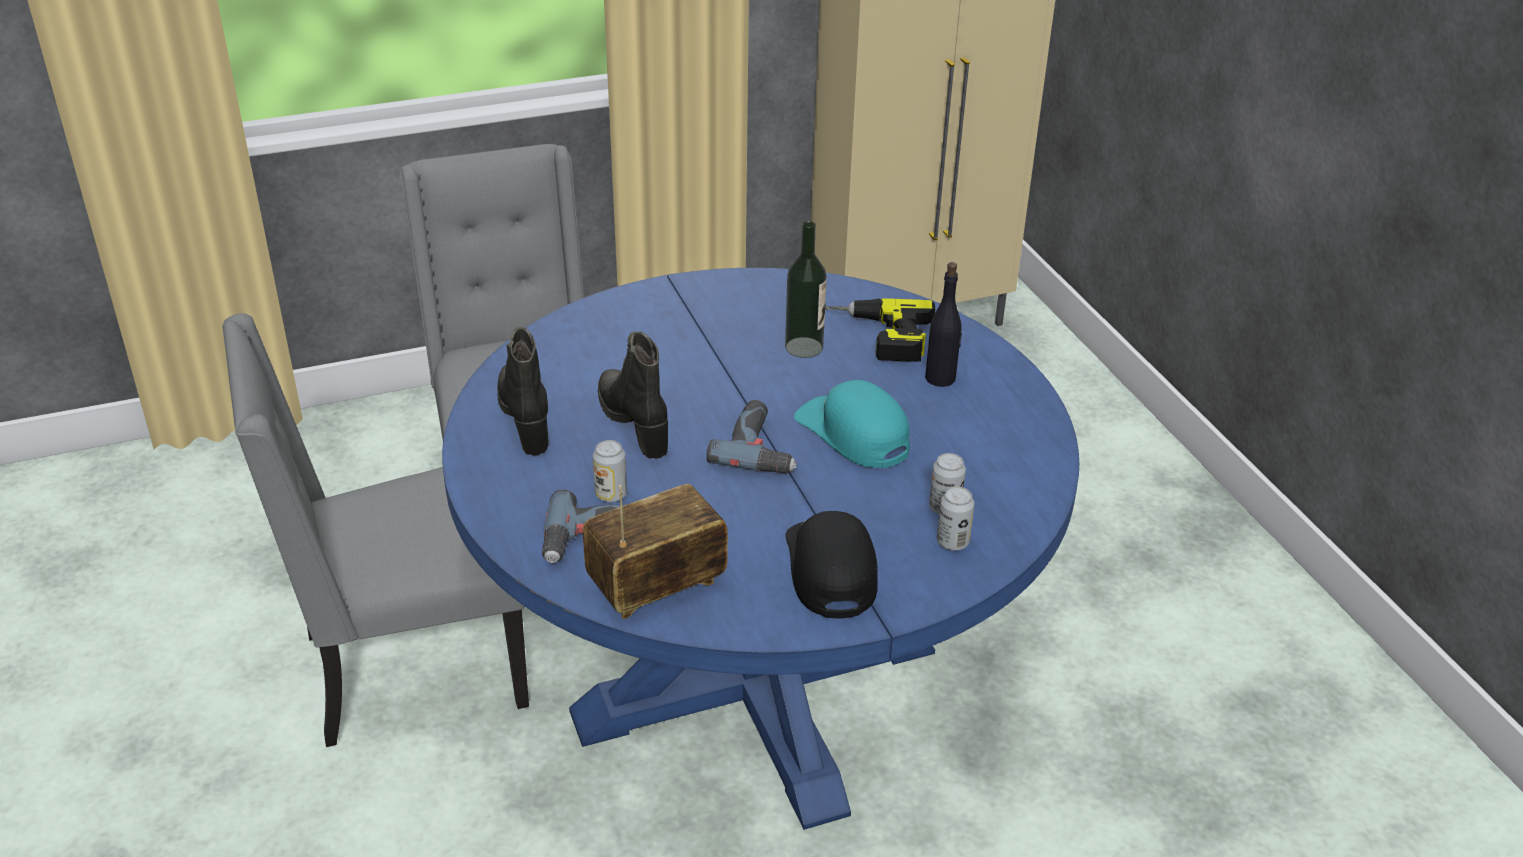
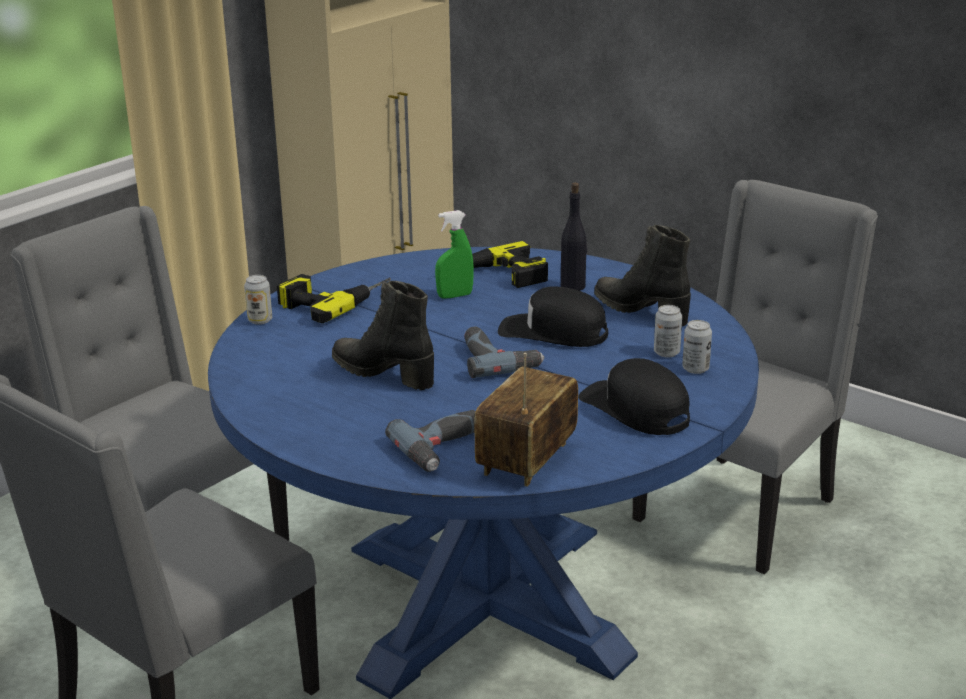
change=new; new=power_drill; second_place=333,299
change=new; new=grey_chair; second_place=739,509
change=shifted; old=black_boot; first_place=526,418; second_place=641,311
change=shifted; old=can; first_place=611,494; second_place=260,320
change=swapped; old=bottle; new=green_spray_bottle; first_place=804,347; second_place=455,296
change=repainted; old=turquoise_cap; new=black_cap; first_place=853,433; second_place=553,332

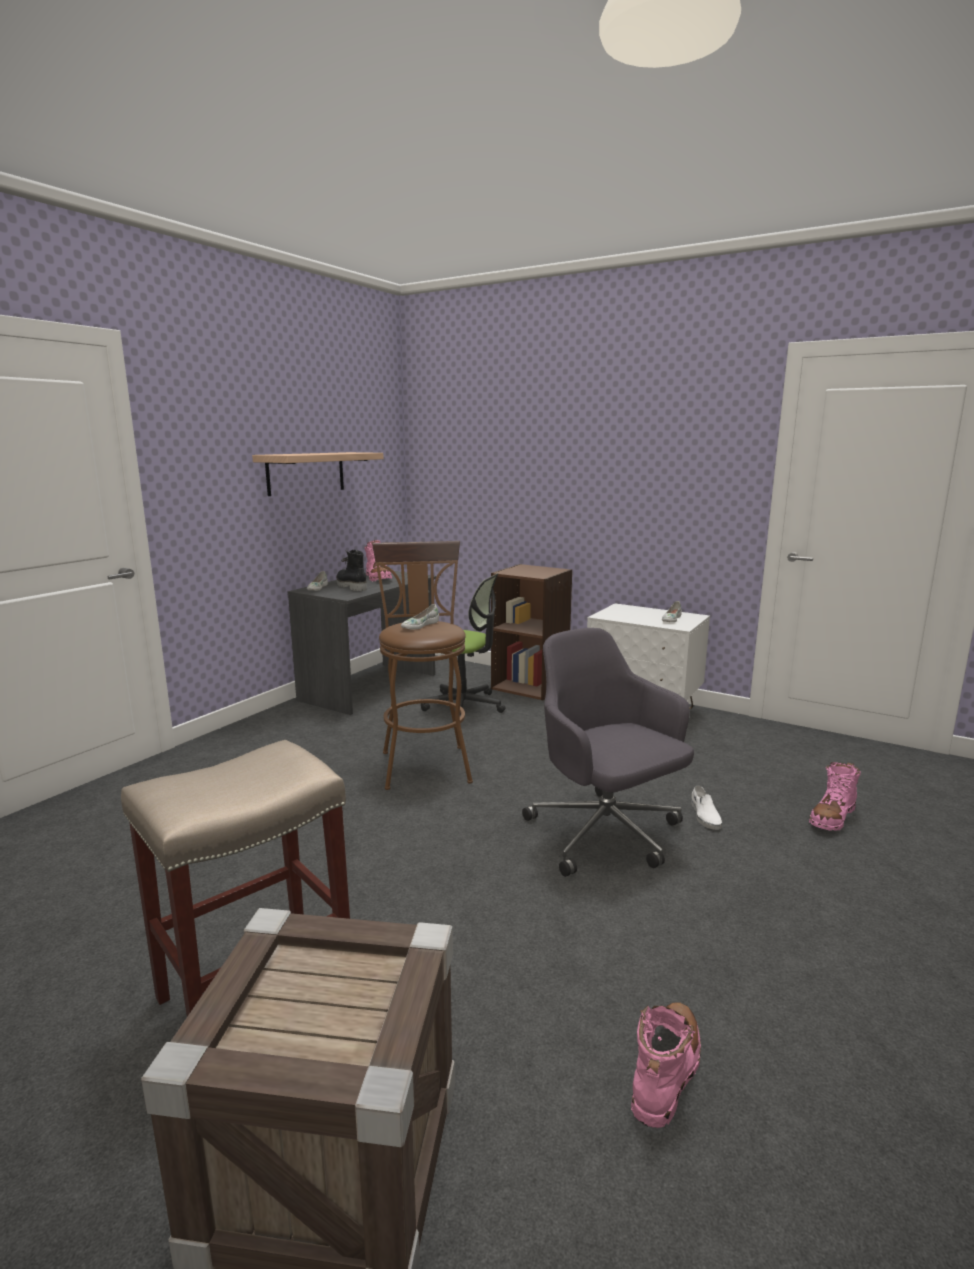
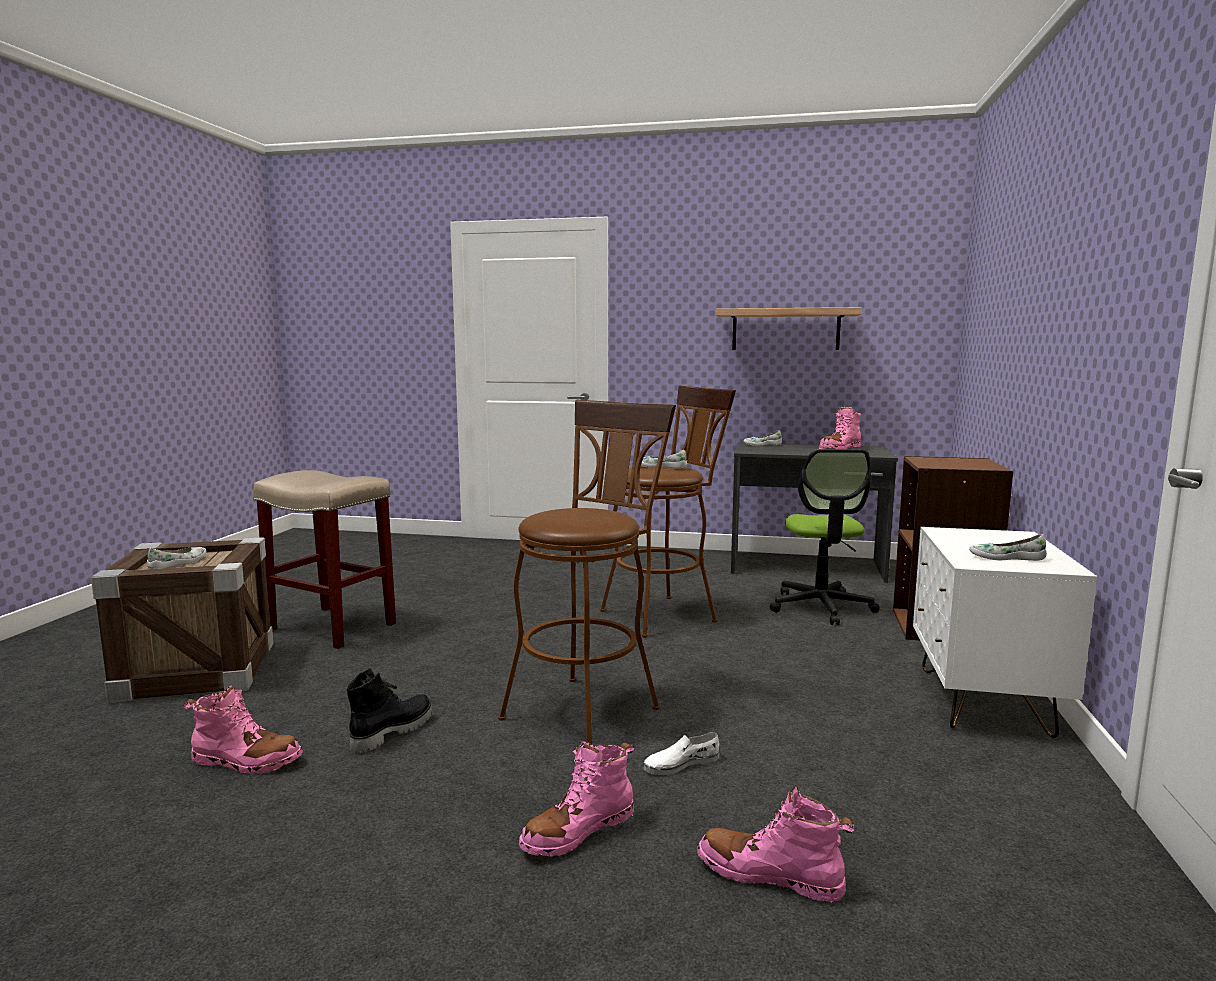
change=new; new=white_shoe; second_place=179,563
change=new; new=pink_boot; second_place=578,831
change=shifted; old=black_boot; first_place=350,586; second_place=391,731
change=swapped; old=grey_office_chair; new=brown_stool; first_place=606,834; second_place=588,708

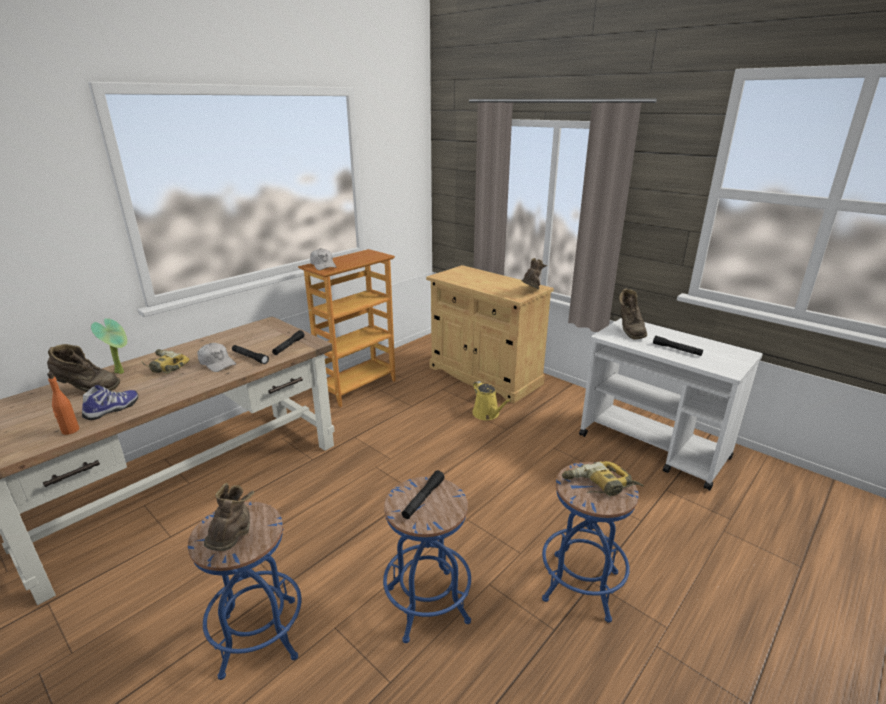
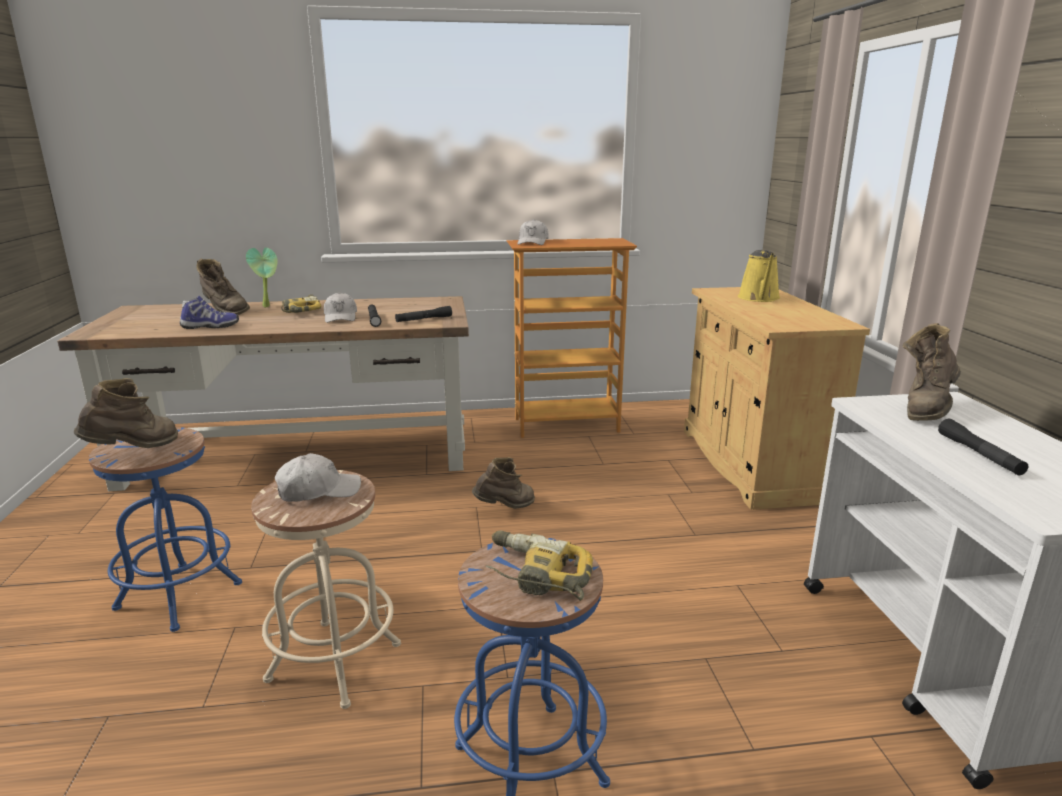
change=gone; old=orange_bottle; first_place=70,430
change=shifted; old=yellow_watering_can; first_place=487,414; second_place=759,298
change=shifted; old=brown_boot; first_place=531,291; second_place=505,508
change=swapped; old=black_flashlight; new=white_cap; first_place=423,499; second_place=318,491
change=repainted; old=blue_stool; new=beige_stool; first_place=427,604; second_place=334,662

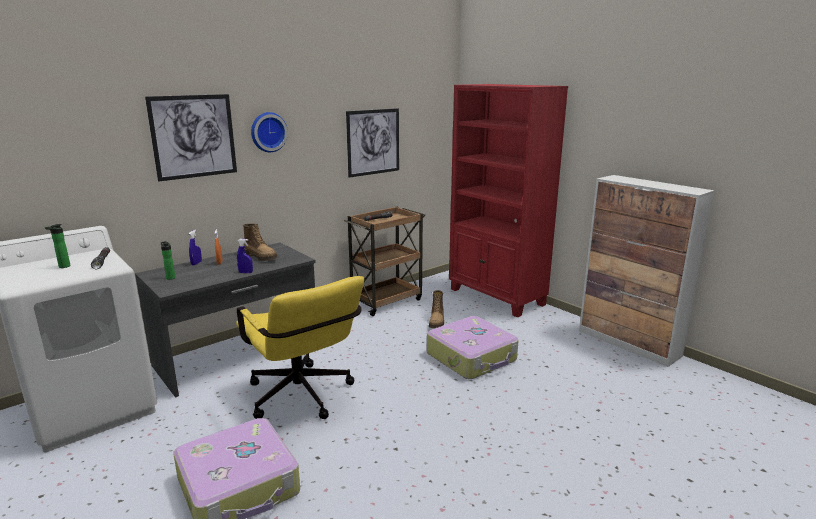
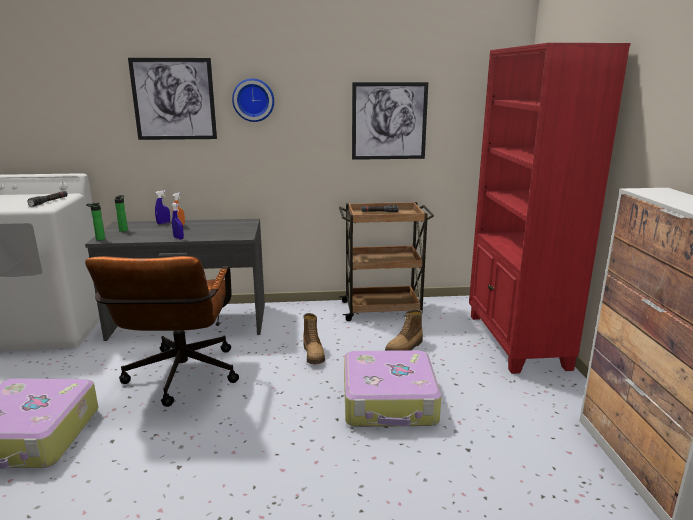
change=shifted; old=bottle; first_place=62,267; second_place=99,239
change=shifted; old=boot; first_place=261,257; second_place=314,354
change=repainted; old=yellow_office_chair; new=brown_office_chair; first_place=303,398; second_place=180,379

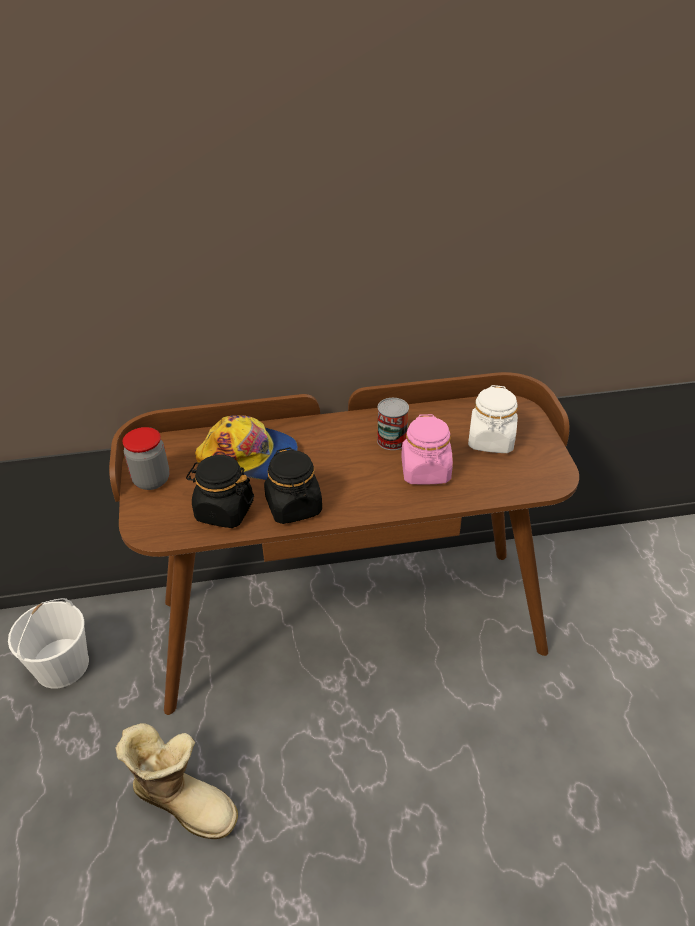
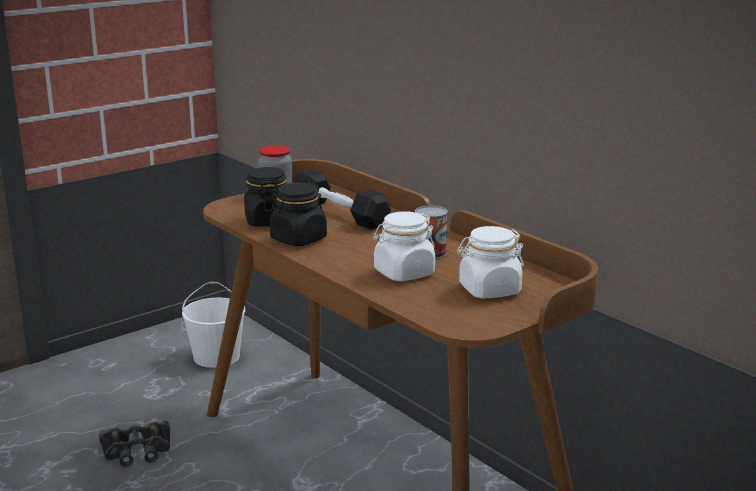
change=swapped; old=boot; new=black_binoculars; first_place=184,799; second_place=137,450
change=swapped; old=cap; new=black_dumbbell; first_place=249,456; second_place=340,213
change=repainted; old=pink_jar; new=white_jar; first_place=425,471; second_place=404,273

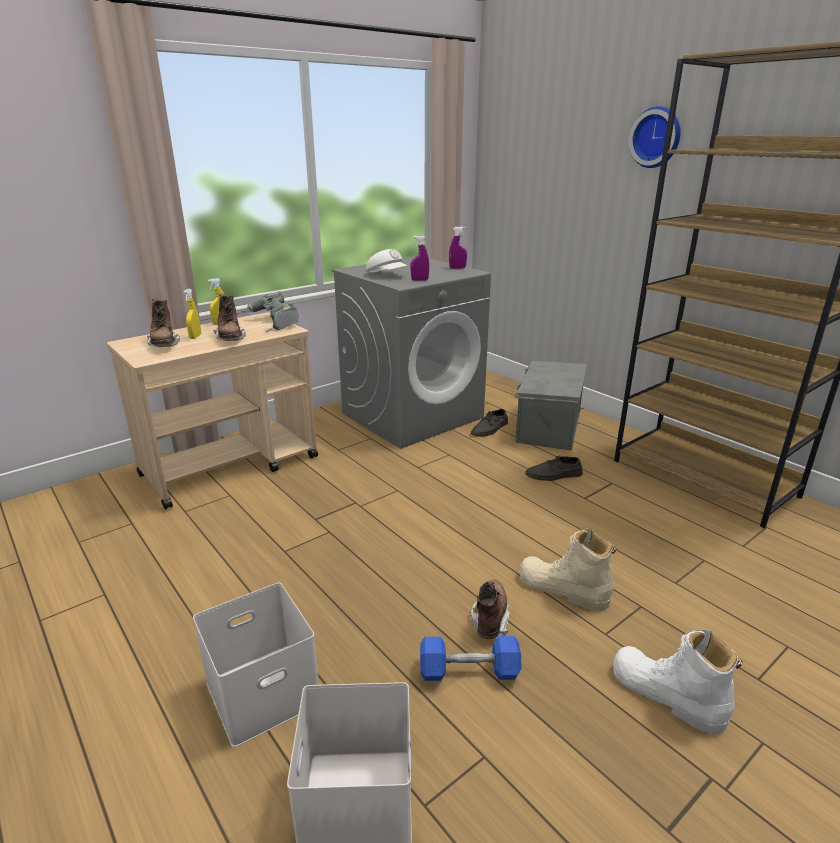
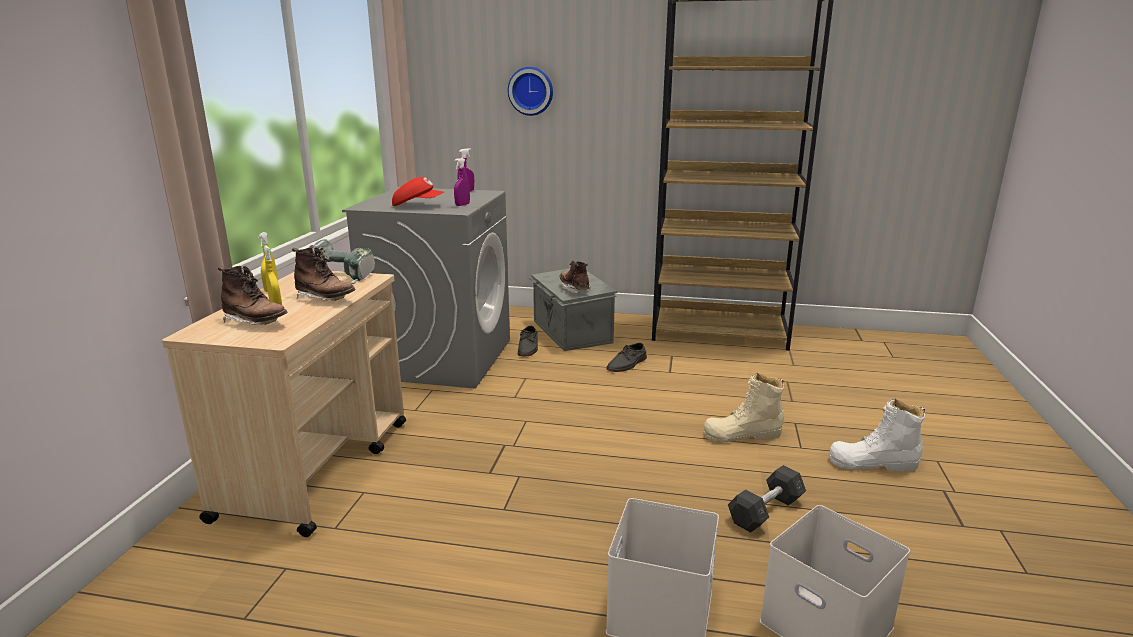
change=shifted; old=brown_boot; first_place=490,619; second_place=574,289
change=shifted; old=wall_clock; first_place=657,137; second_place=531,91
change=repainted; old=white_cap; new=red_cap; first_place=387,275; second_place=417,205
change=repainted; old=blue_dumbbell; new=grey_dumbbell; first_place=469,671; second_place=765,511

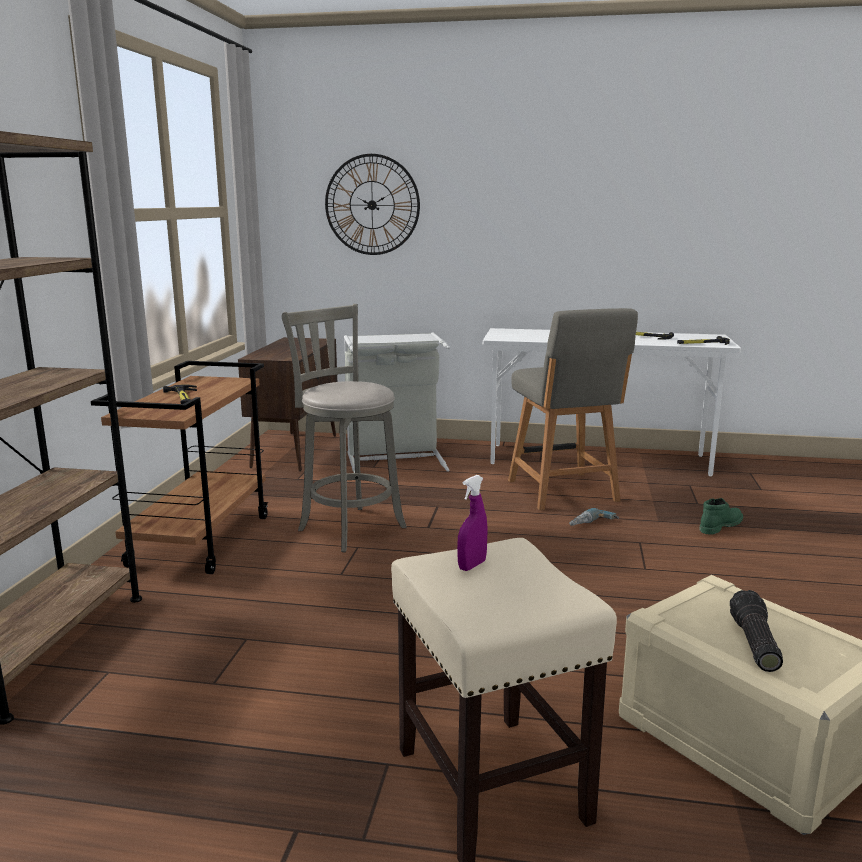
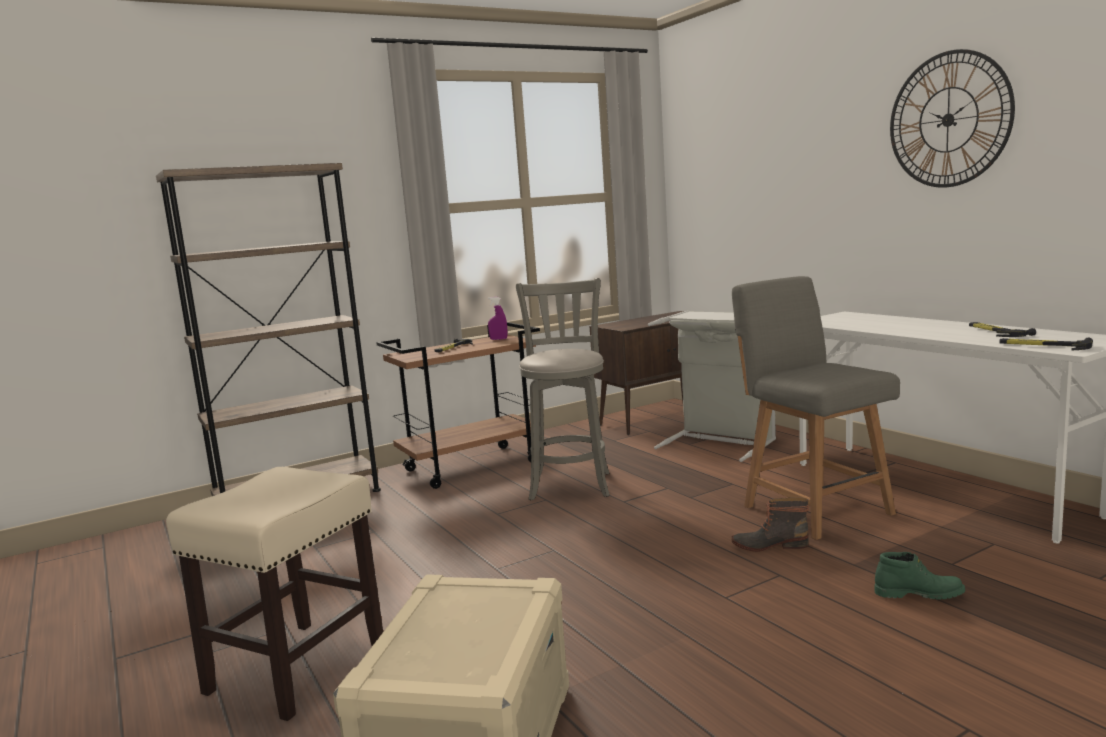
change=gone; old=flashlight; first_place=752,643
change=shifted; old=wall_clock; first_place=372,205; second_place=948,120
change=shifted; old=purple_spray_bottle; first_place=472,565; second_place=498,339
change=swapped; old=power_drill; new=boot; first_place=593,525; second_place=769,545
change=rotated; old=grey_chair; first_place=564,492; second_place=813,508; degrees=120

